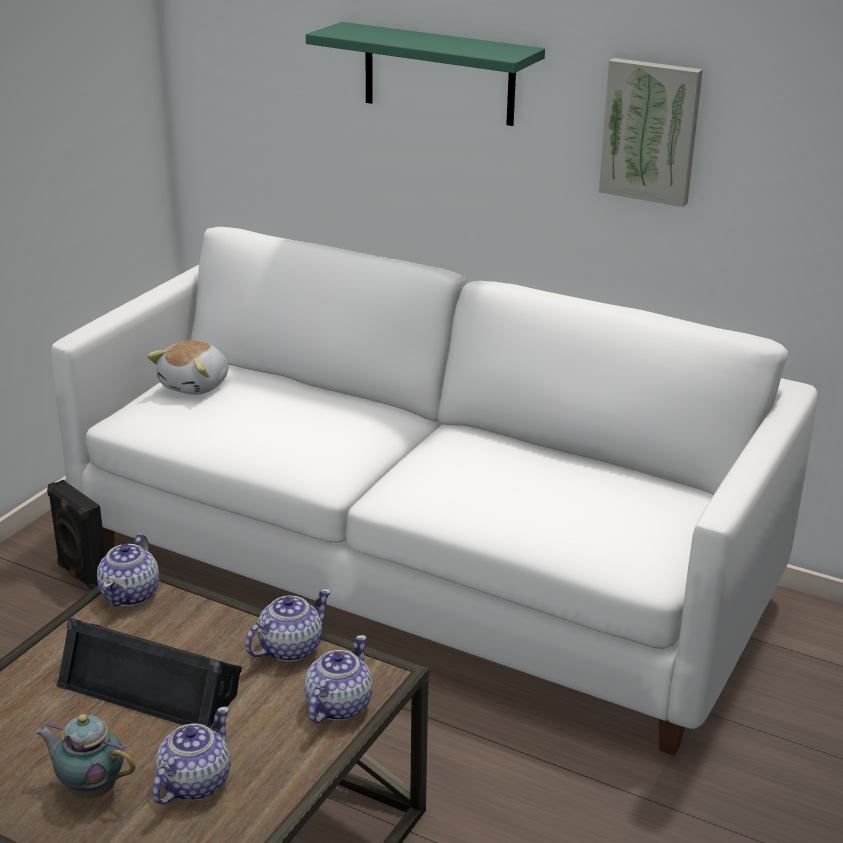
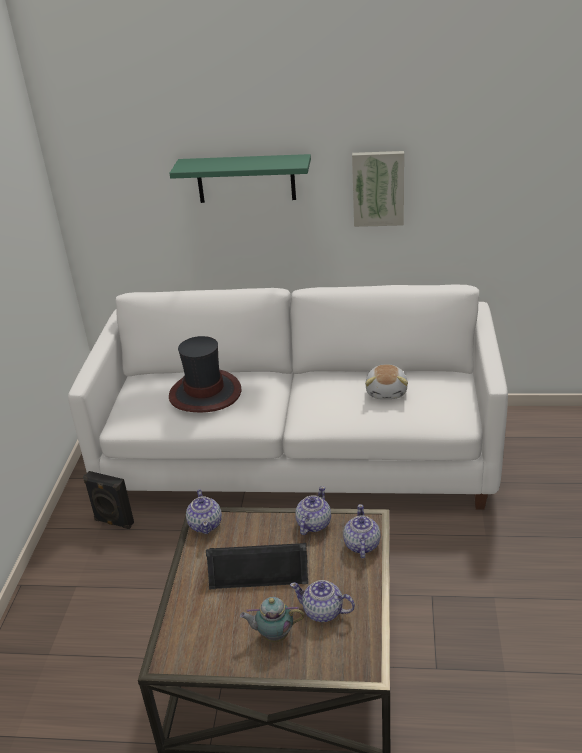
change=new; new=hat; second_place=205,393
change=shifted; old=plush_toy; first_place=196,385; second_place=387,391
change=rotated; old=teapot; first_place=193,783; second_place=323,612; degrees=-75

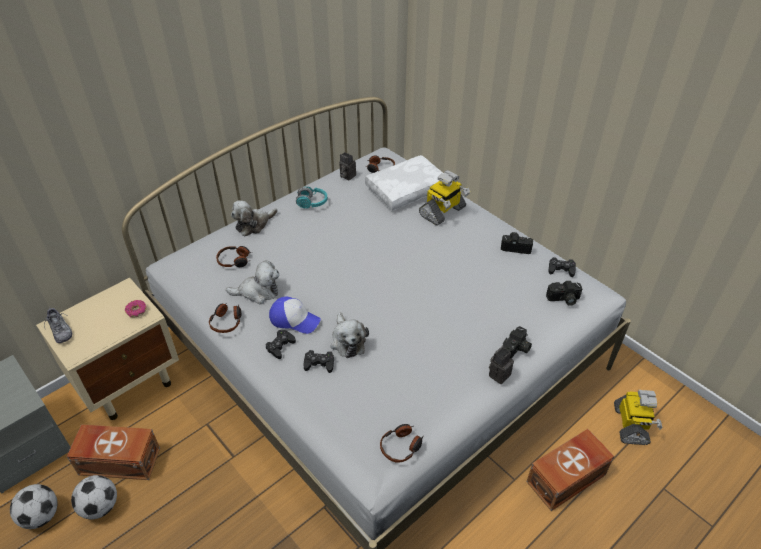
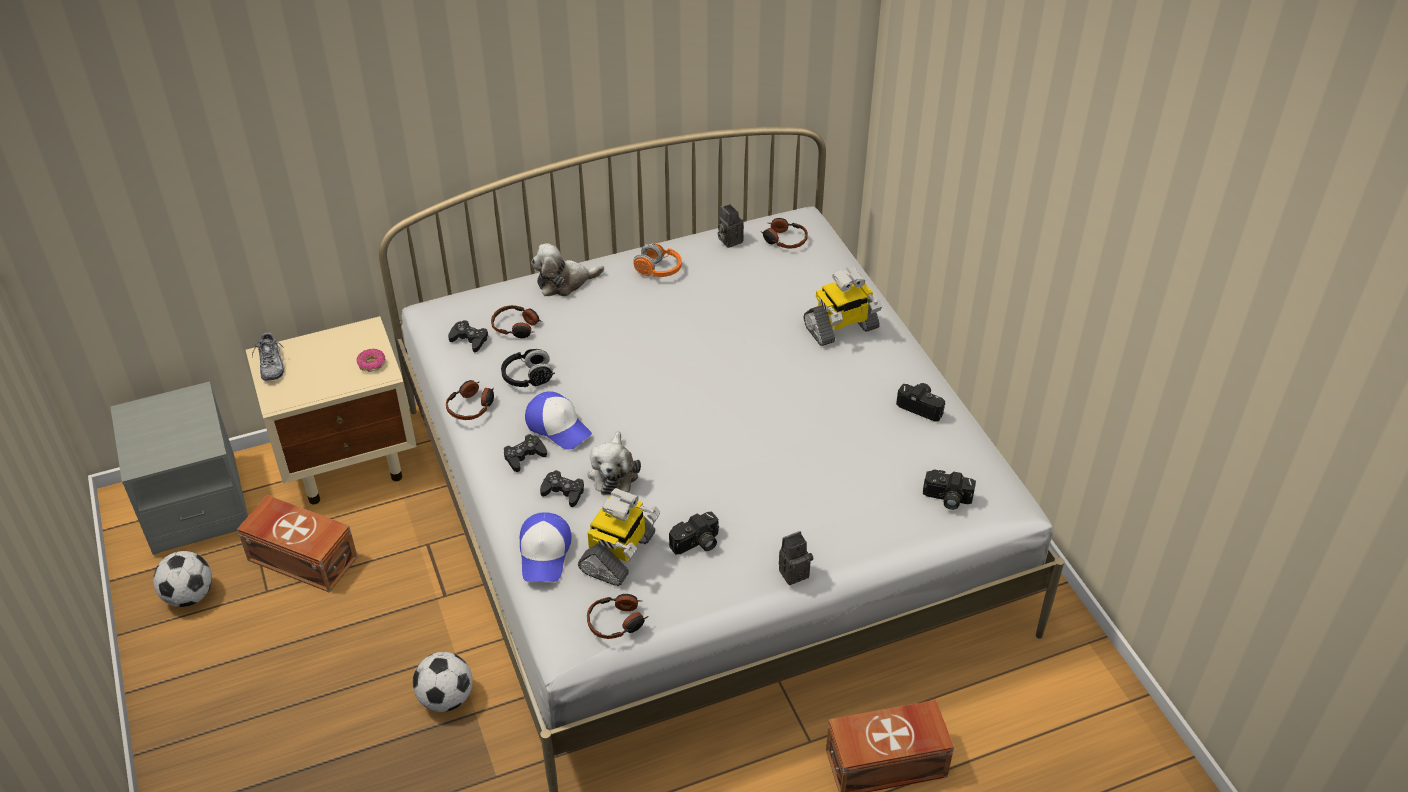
change=gone; old=white_pillow; first_place=406,189
change=new; new=cap; second_place=545,553
change=shifted; old=football; first_place=100,506; second_place=446,698
change=shifted; old=photo_camera; first_place=516,350; second_place=697,544
change=shifted; old=black_game_controller; first_place=561,269; second_place=469,339
change=shifted; old=toy_robot; first_place=631,425; second_place=619,554
change=swapped; old=plush_toy; new=black_headphones; first_place=258,292; second_place=528,378
change=repainted; old=turquoise_headphones; new=orange_headphones; first_place=312,203; second_place=658,270

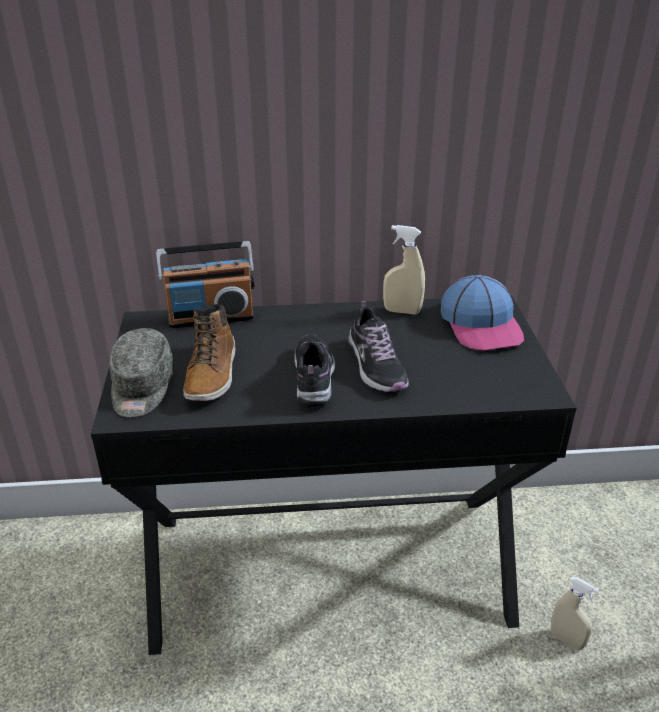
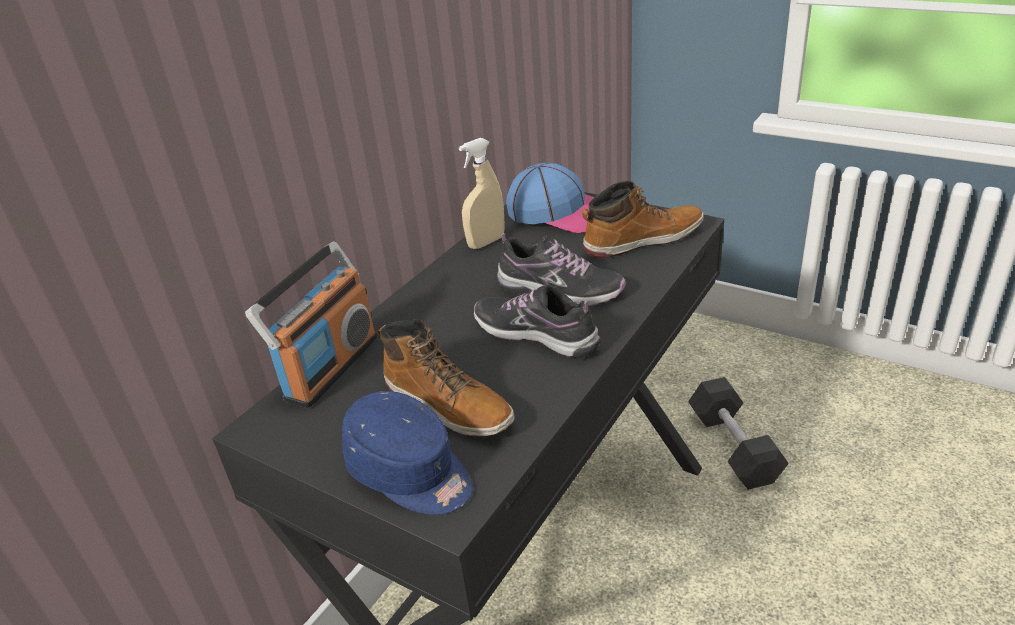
change=new; new=boot; second_place=642,239
change=swapped; old=beige_spray_bottle; new=black_dumbbell; first_place=566,640; second_place=734,447
change=repainted; old=grey_cap; new=blue_cap; first_place=142,388; second_place=411,474

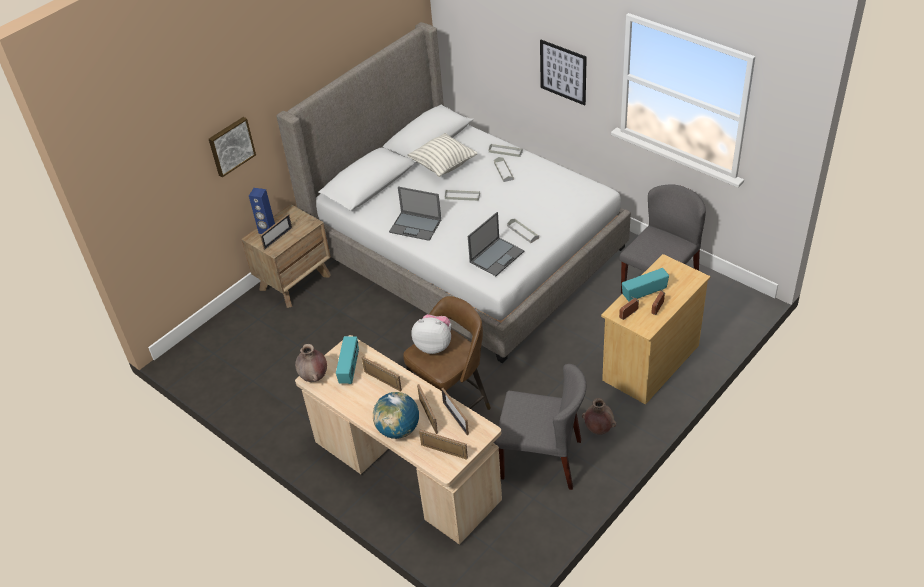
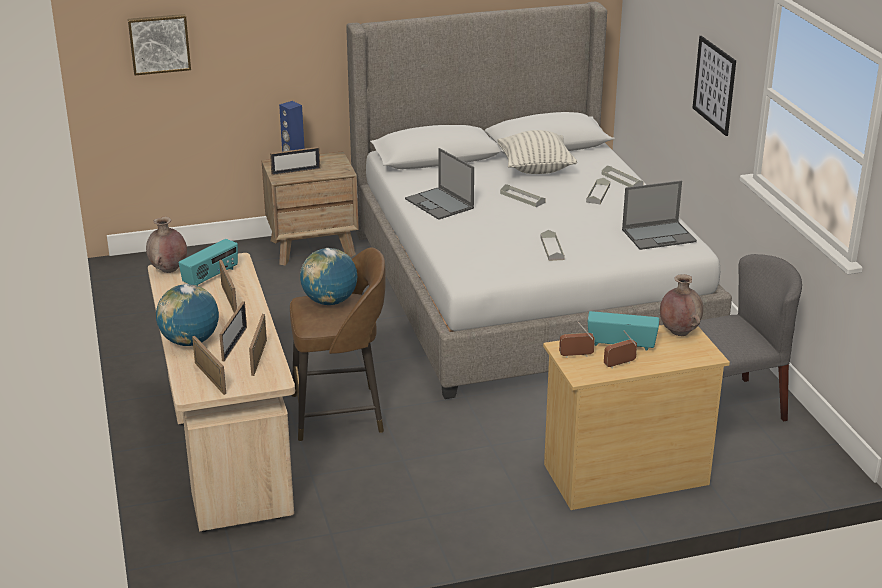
change=gone; old=grey_chair; first_place=542,459
change=shifted; old=picture; first_place=231,146; second_place=159,43
change=shifted; old=laptop; first_place=497,256; second_place=659,235
change=shifted; old=brown_vase; first_place=598,429; second_place=678,332
change=swapped; old=plush_toy; new=globe; first_place=434,345; second_place=330,301

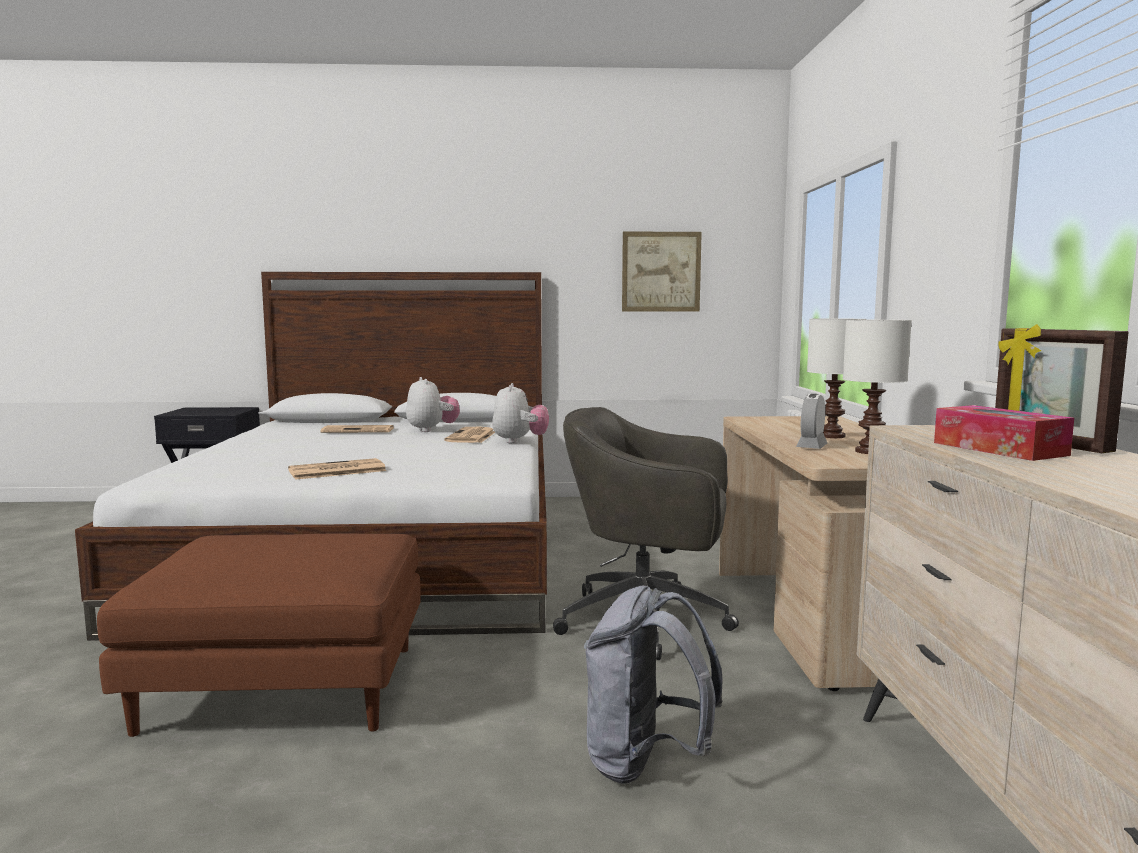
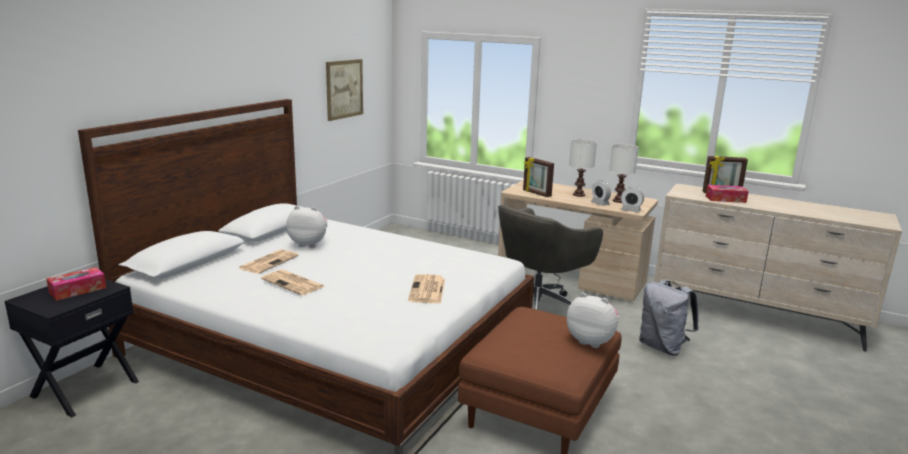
change=new; new=tissue_box; second_place=78,290
change=new; new=picture_frame; second_place=536,193
change=new; new=alarm_clock; second_place=630,210
change=shifted; old=newspaper; first_place=471,436; second_place=294,283
change=shifted; old=plush_toy; first_place=519,441; second_place=591,341

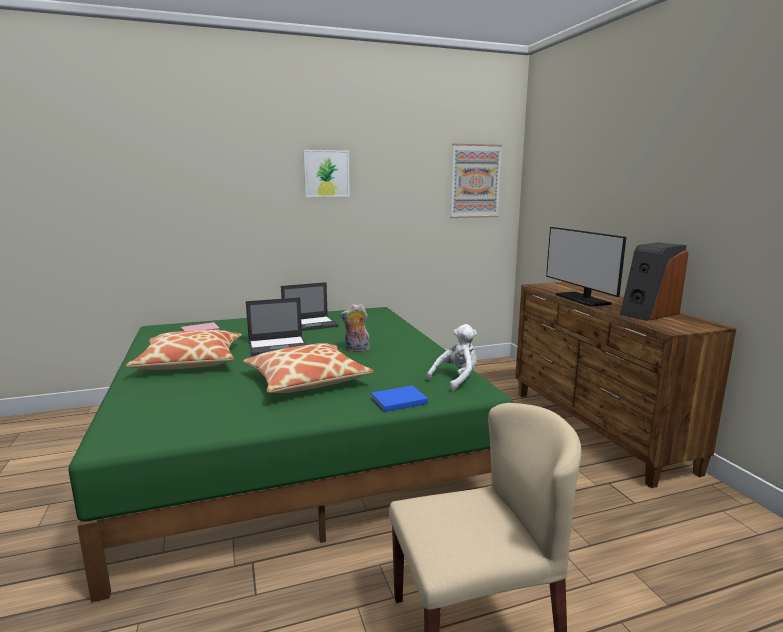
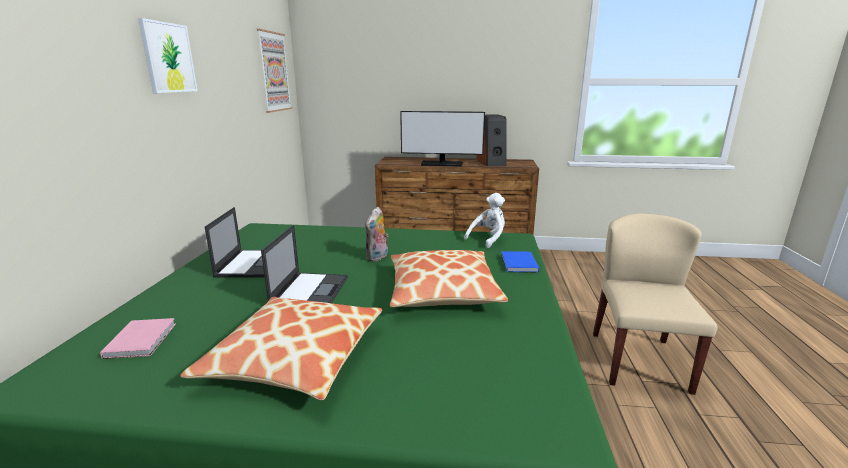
change=rotated; old=white_plush_toy; first_place=456,379; second_place=488,239; degrees=60

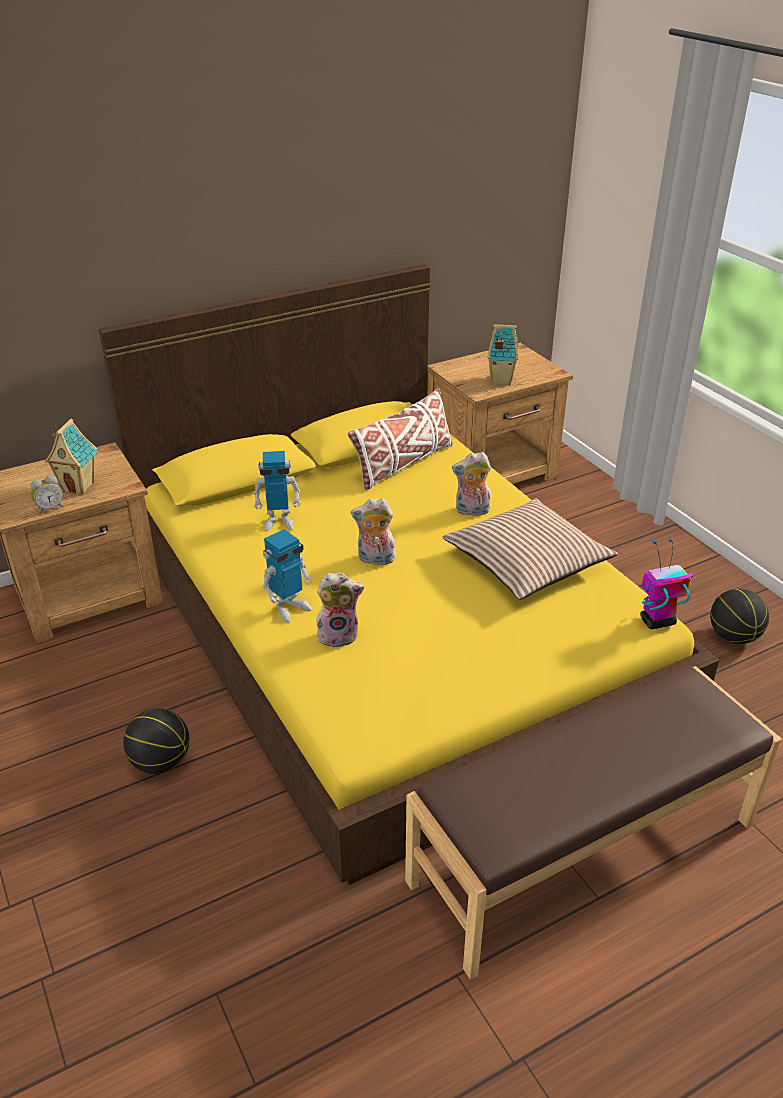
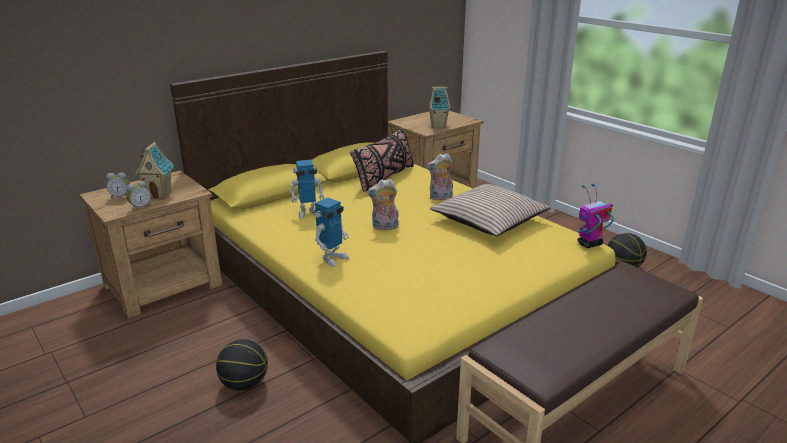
change=gone; old=plush_toy; first_place=339,635
change=new; new=alarm_clock; second_place=121,197
change=repainted; old=white_pillow; new=black_pillow; first_place=402,464; second_place=384,177

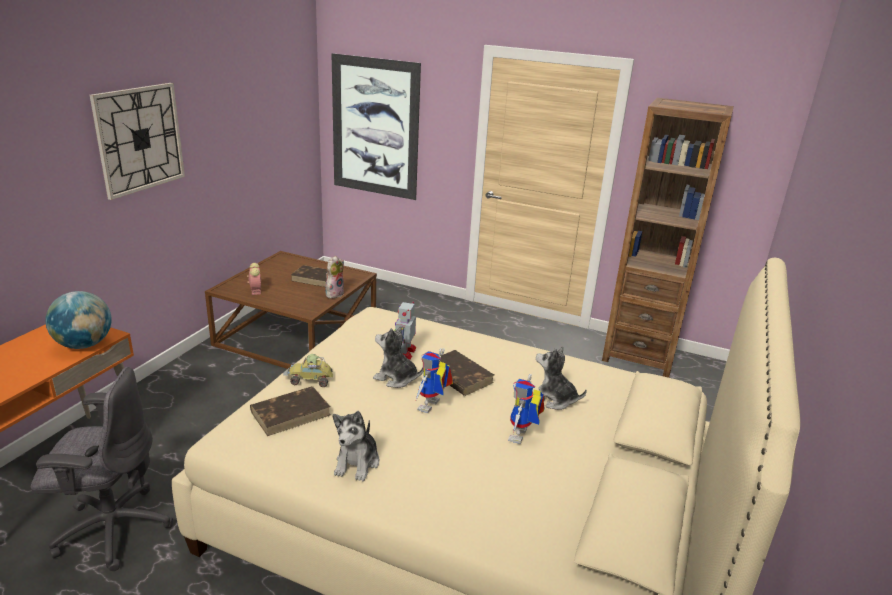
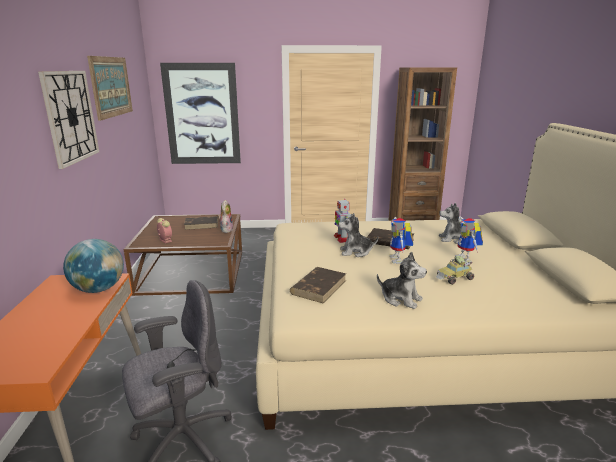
change=new; new=picture; second_place=111,86
change=shifted; old=toy_car; first_place=310,380; second_place=454,278
change=rotated; old=plush_toy; first_place=357,463; second_place=401,299; degrees=-45

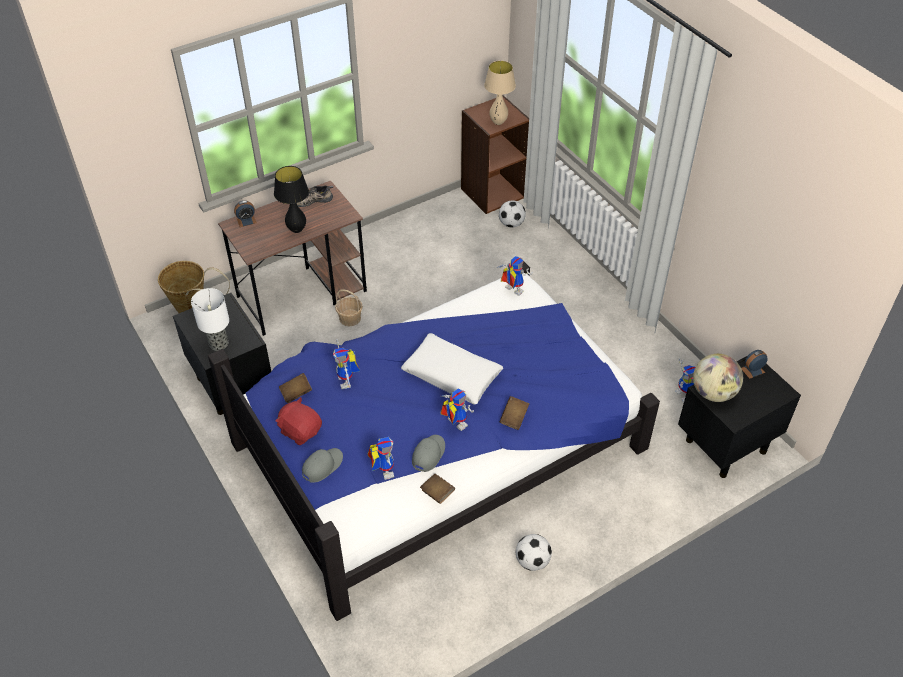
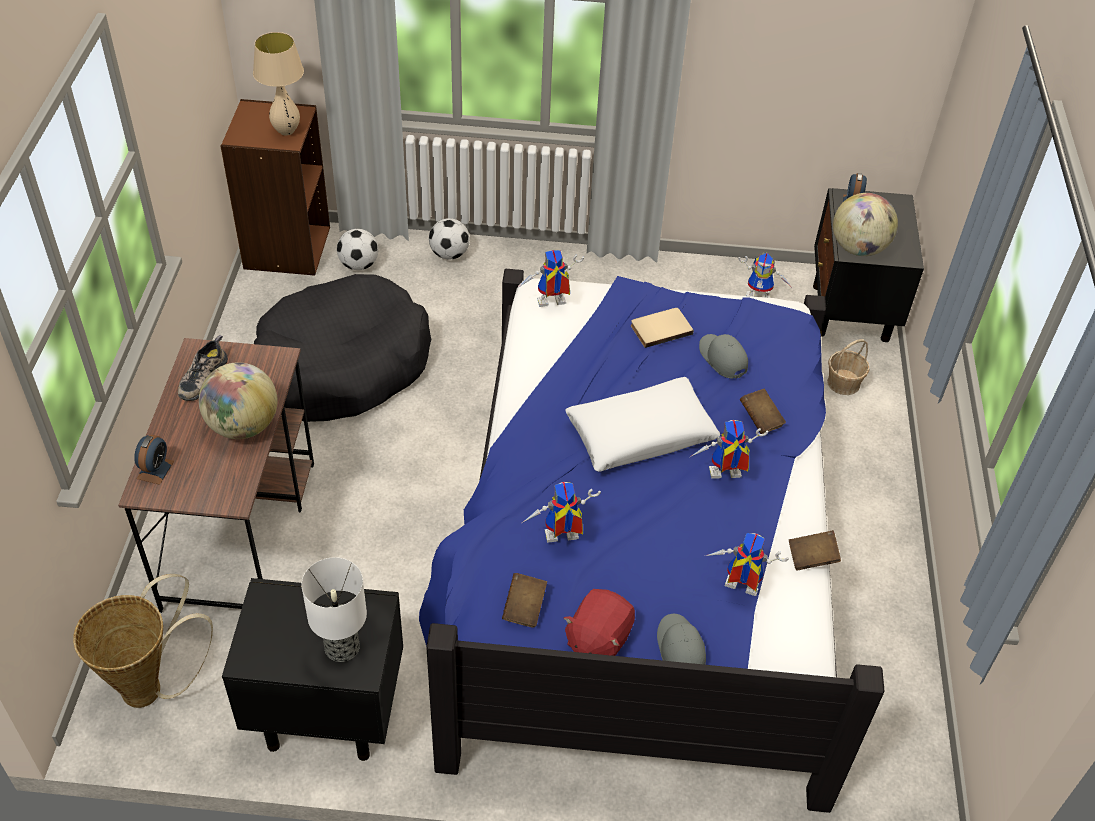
change=new; new=black_dog_bed; second_place=342,365
change=new; new=beige_book; second_place=660,328
change=shifted; old=basket; first_place=350,318; second_place=844,383
change=shifted; old=grey_cap; first_place=428,454; second_place=722,358
change=shifted; old=football; first_place=532,561; second_place=449,254
change=swapped; old=black_table_lamp; new=globe; first_place=296,230; second_place=243,426
change=rotated; old=red_plush_toy; first_place=300,430; second_place=597,639; degrees=-45
change=rotated; old=toy_robot; first_place=348,382; second_place=559,540; degrees=150

